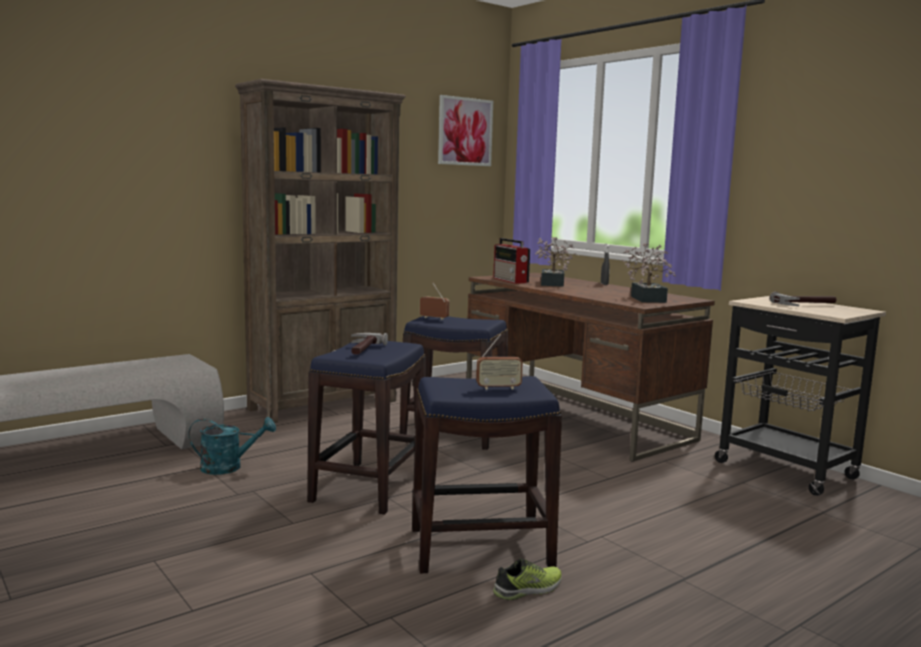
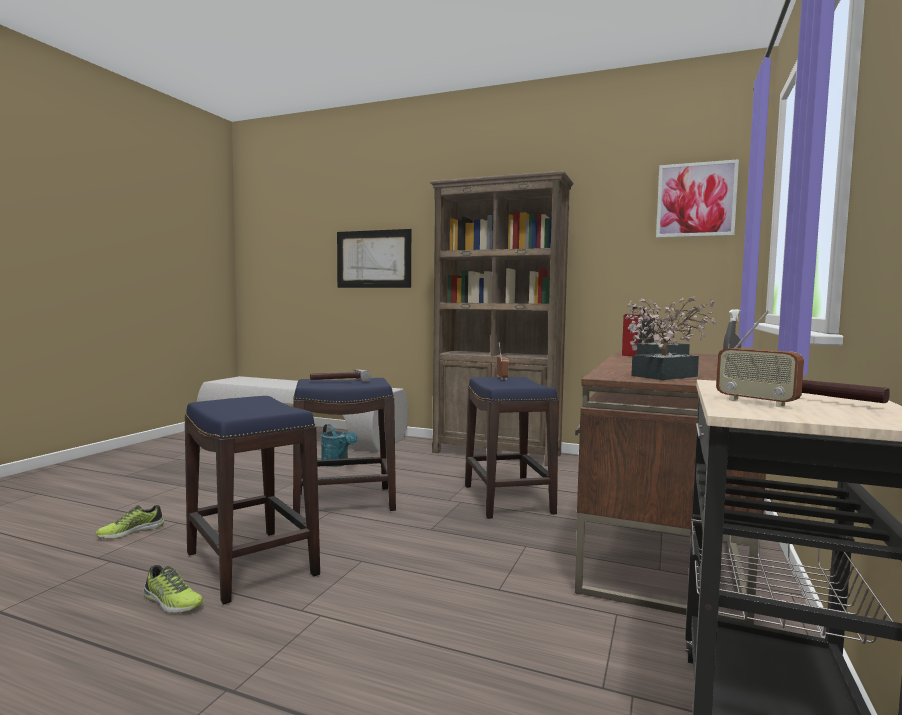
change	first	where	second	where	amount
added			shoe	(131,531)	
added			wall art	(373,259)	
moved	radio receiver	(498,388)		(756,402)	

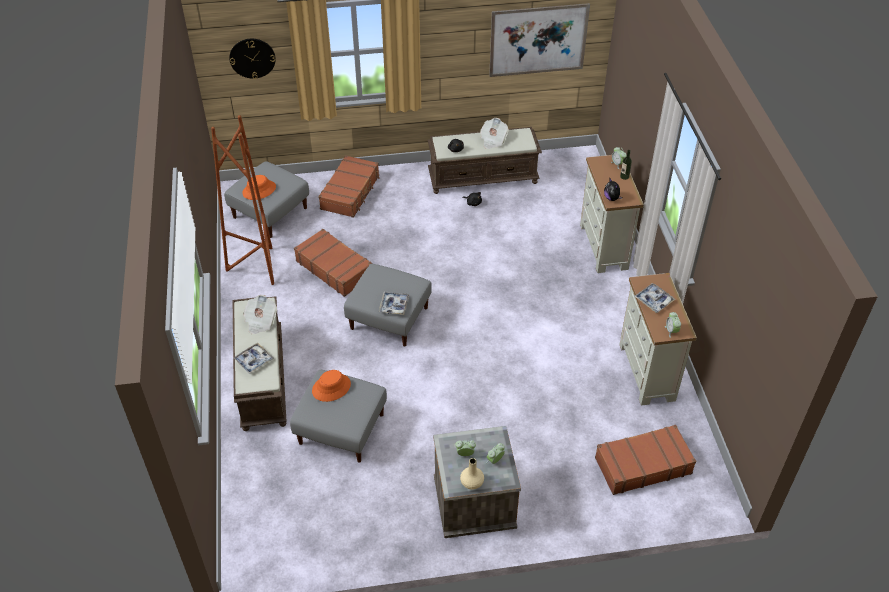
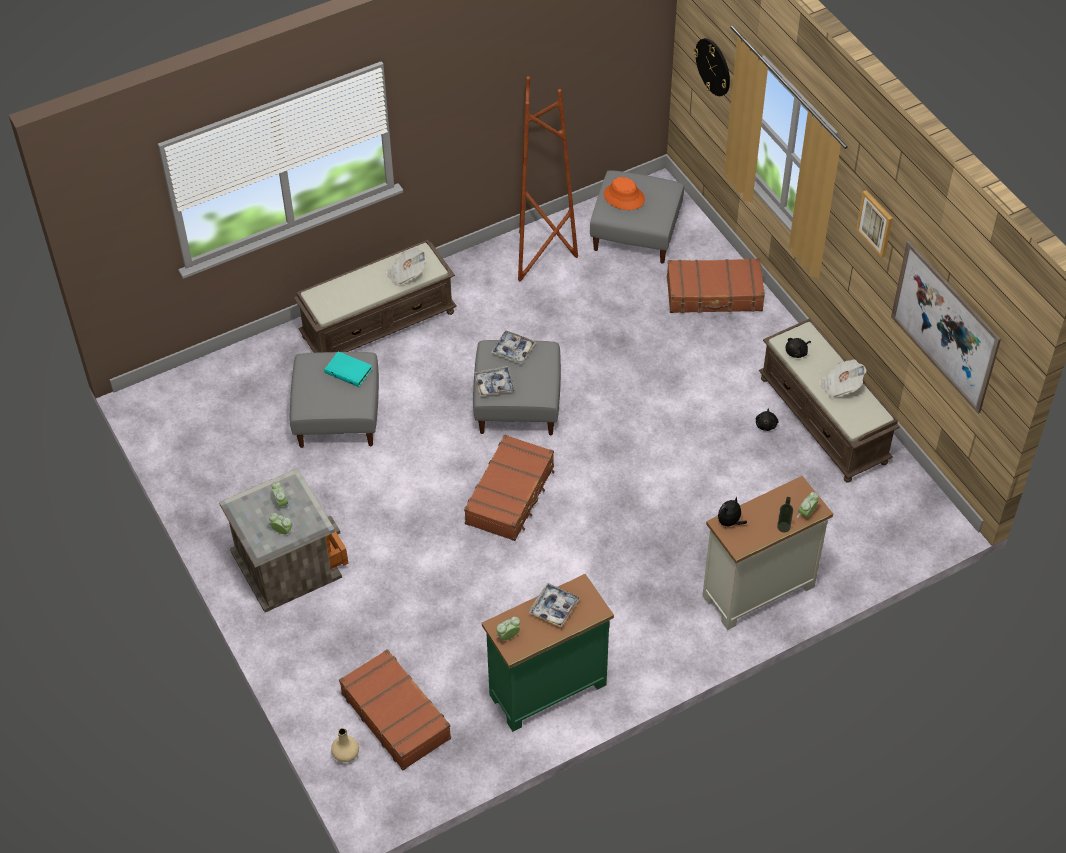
change	first	where	second	where	amount
replaced	orange hat	(331,387)	blue-green book	(349,370)	
moved	beige-coloured flower vase	(471,483)		(345,753)	
moved	brownish piece of luggage	(334,268)		(511,495)	
recoloured	white-coloured chest of drawers	(646,372)	green chest of drawers	(547,689)	
moved	serving tray	(254,360)		(513,350)	
added			wall art	(875,223)	

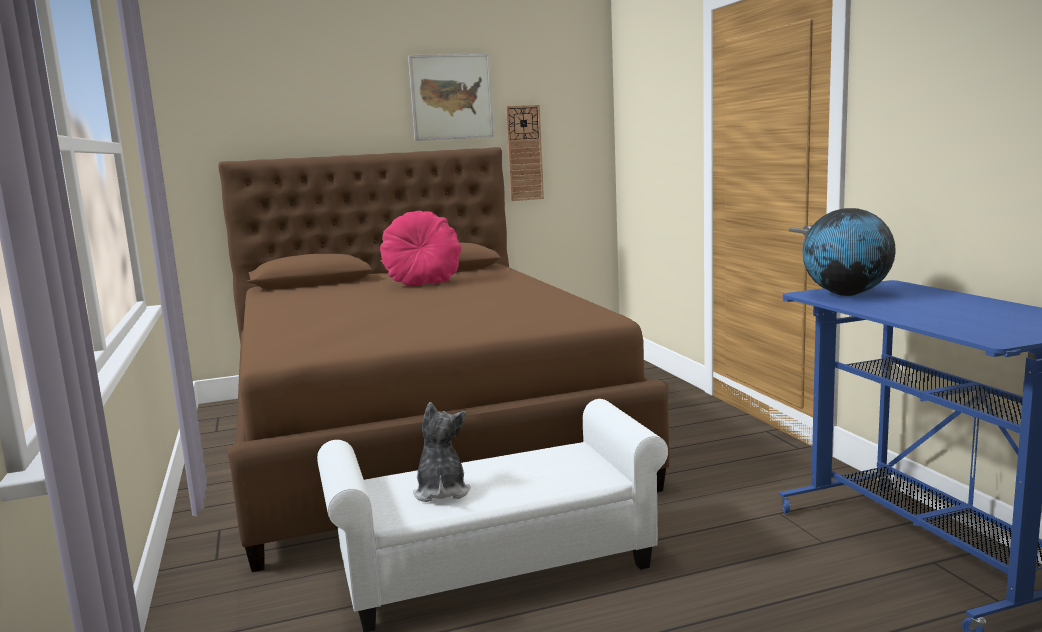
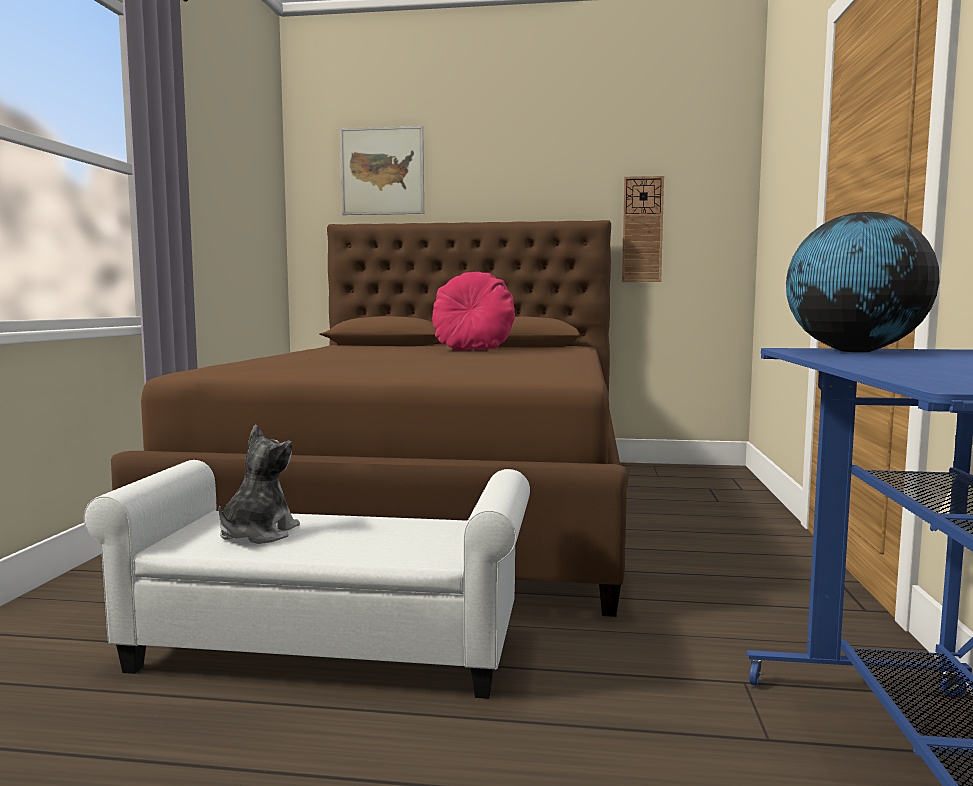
change	first	where	second	where	amount
moved	wall art	(451,97)		(382,171)	

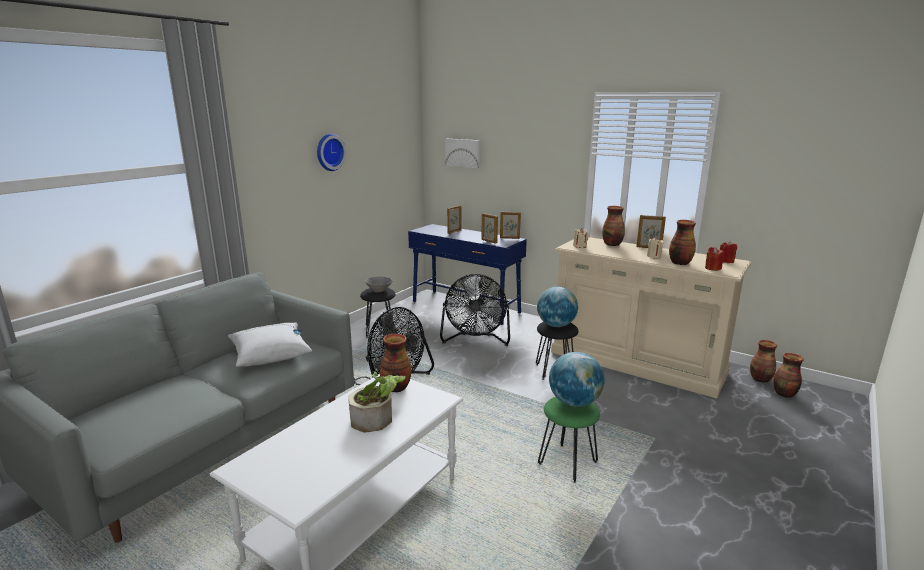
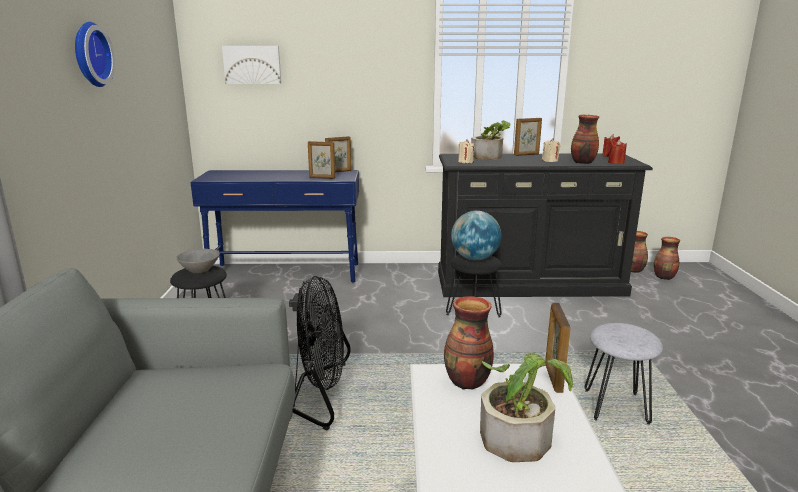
change	first	where	second	where	amount
recoloured	beige-coloured cupboard	(637,362)	black cupboard	(530,283)	
replaced	flower vase	(612,244)	plant in a pot	(490,156)	
moved	picture frame	(454,232)		(553,378)	
recoloured	green stool seat	(568,464)	gray stool seat	(616,407)	
removed	gray cushion	(270,355)			
removed	black cooling fan	(473,338)			
removed	globe	(574,402)			

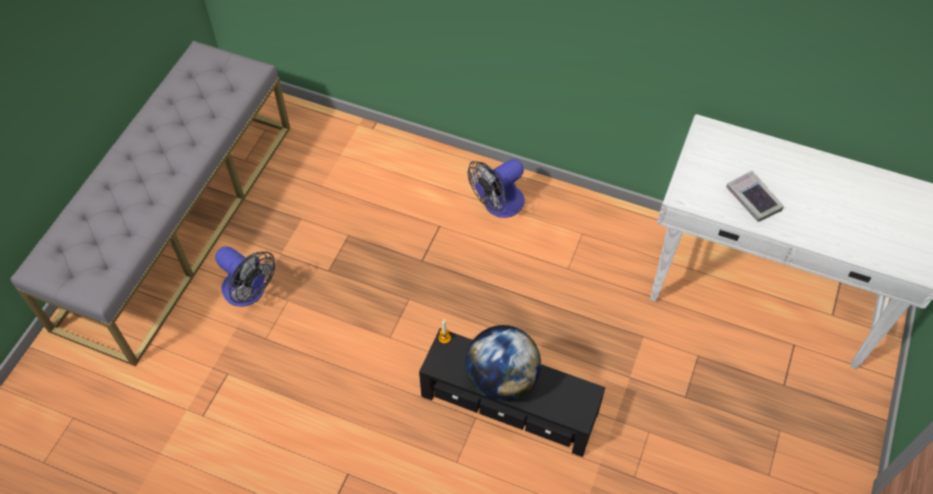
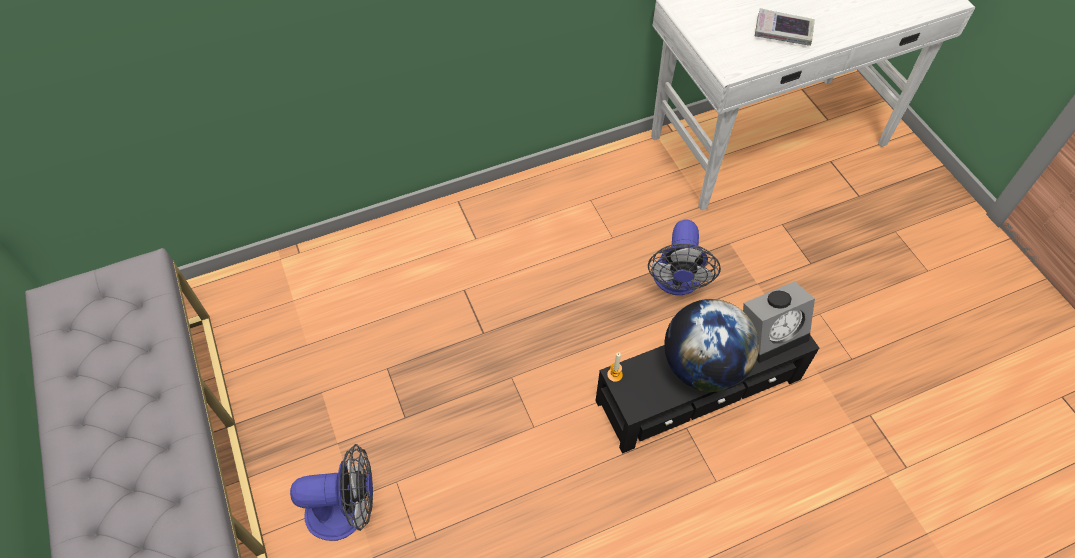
change	first	where	second	where	amount
moved	cooling fan	(497,205)		(676,282)	
added			alarm clock	(773,332)	

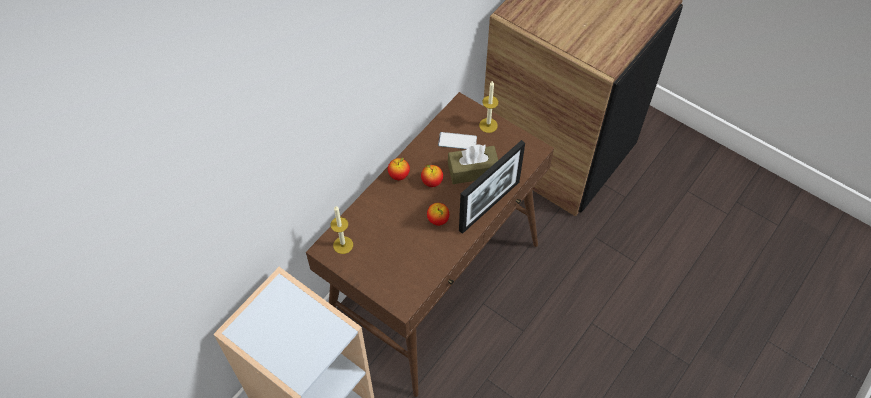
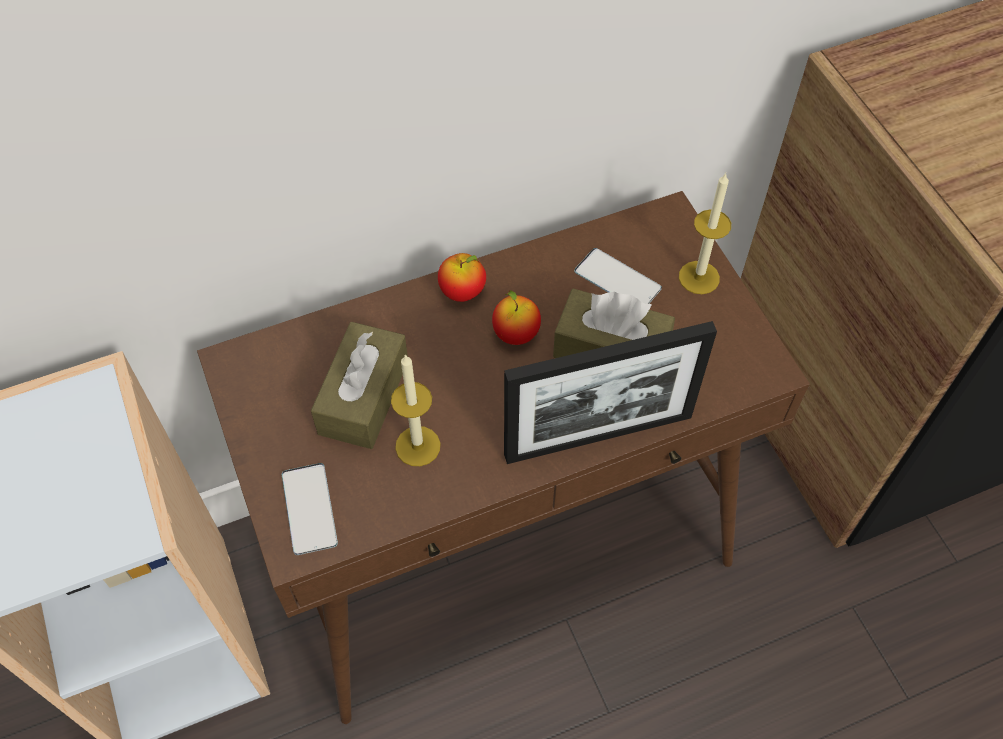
change	first	where	second	where	amount
added			telephone	(309,509)	
added			brownish tissue box	(363,397)	
moved	candle	(343,245)		(418,446)	
removed	whole apple	(438,220)			

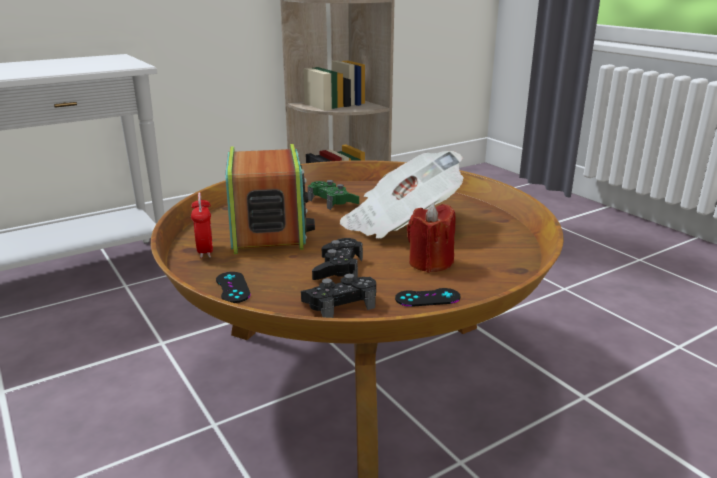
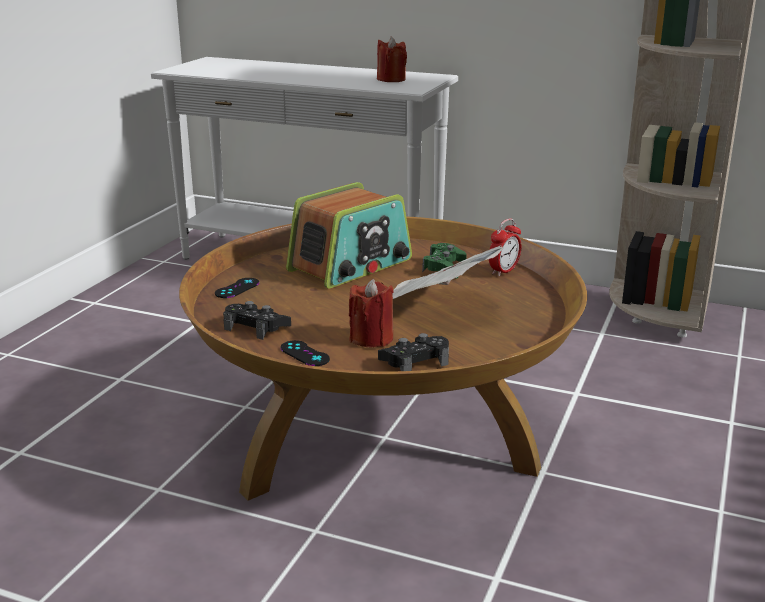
change	first	where	second	where	amount
added			red candle	(391,79)	
moved	black game controller	(338,268)		(415,361)	
moved	alarm clock	(205,251)		(503,271)	

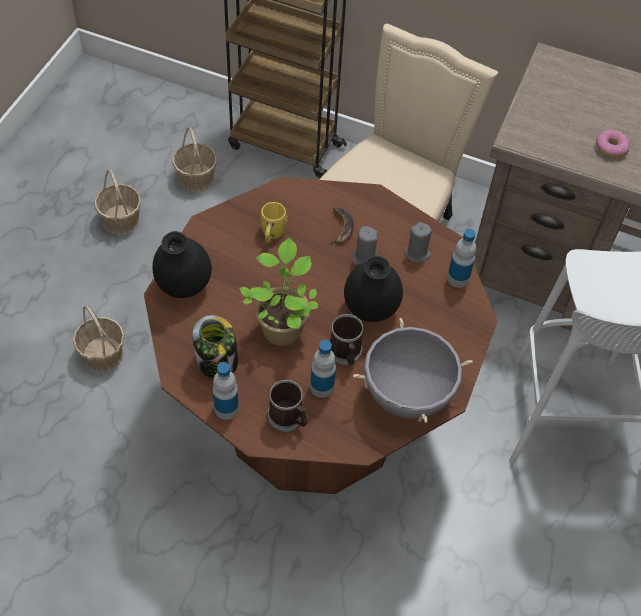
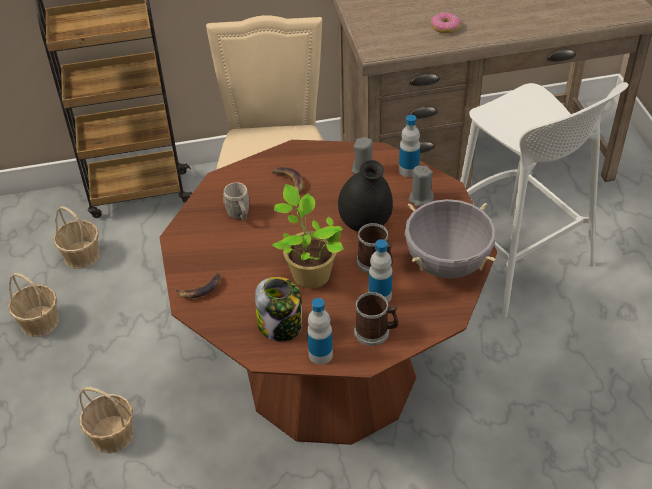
change	first	where	second	where	amount
replaced	black flower vase	(183,286)	banana fruit	(200,289)	
recoloured	yellow-coloured mug	(272,235)	gray mug	(239,215)	
moved	gray candle	(364,258)		(420,198)	

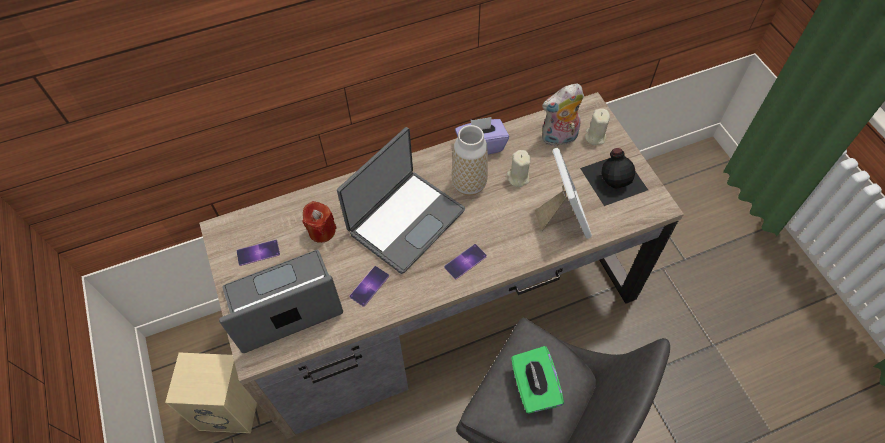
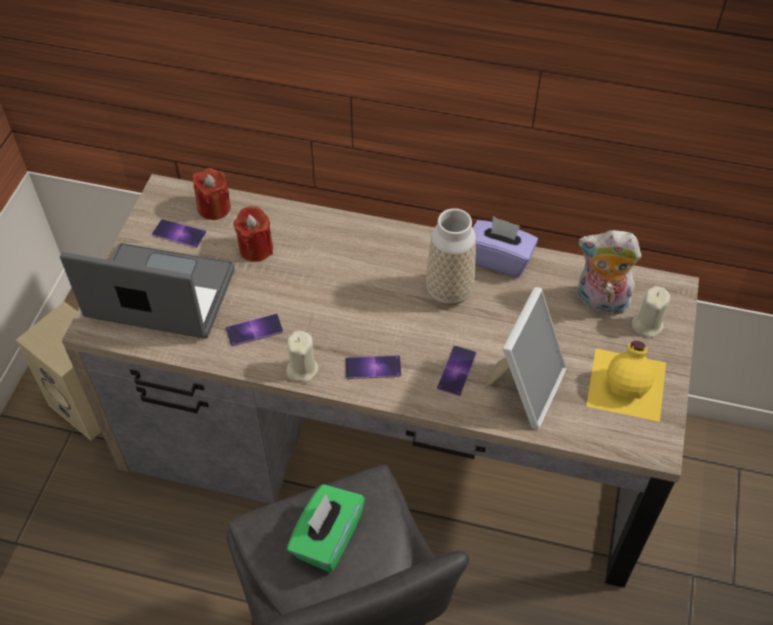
change	first	where	second	where	amount
added			red candle	(214,208)	
moved	beige-coloured candle	(518,178)		(302,369)	
added			telephone	(456,371)	
recoloured	black drink bottle	(614,178)	yellow-coloured drink bottle	(628,383)	
removed	notebook computer	(405,220)			

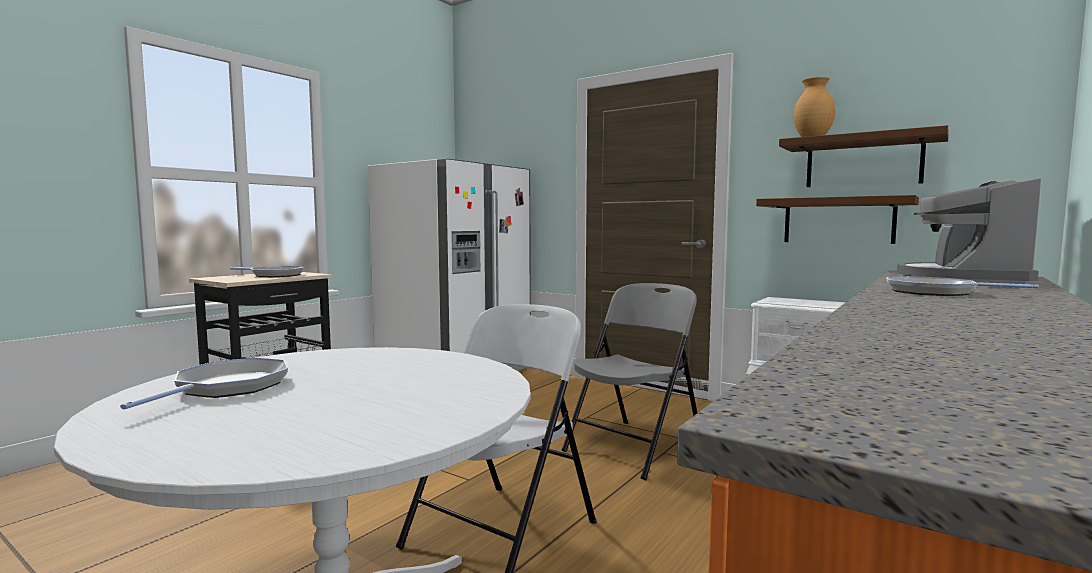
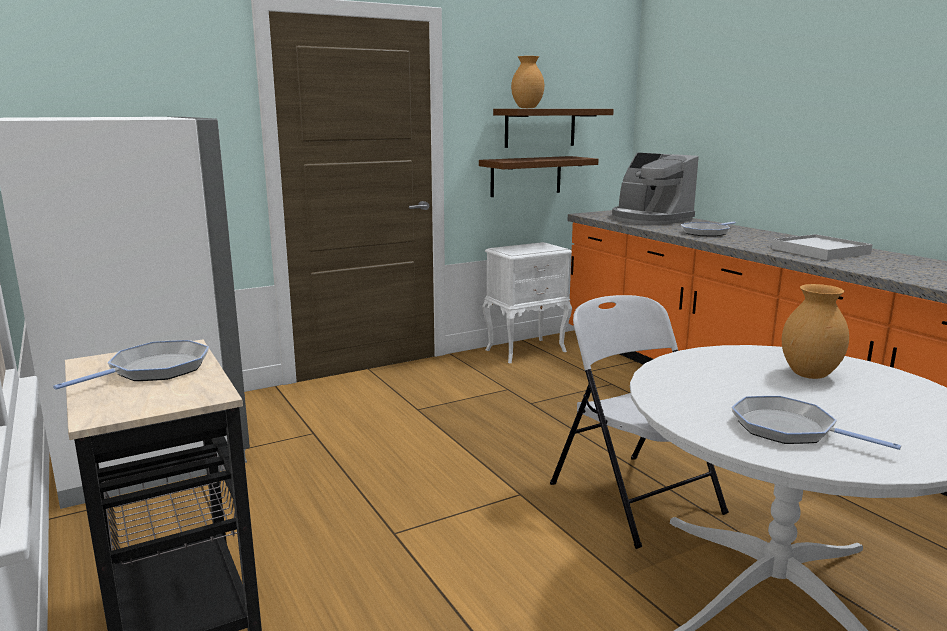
change	first	where	second	where	amount
added			white-coloured serving tray	(820,251)	
added			brownish flower vase	(810,375)	
removed	gray chair	(634,448)			

